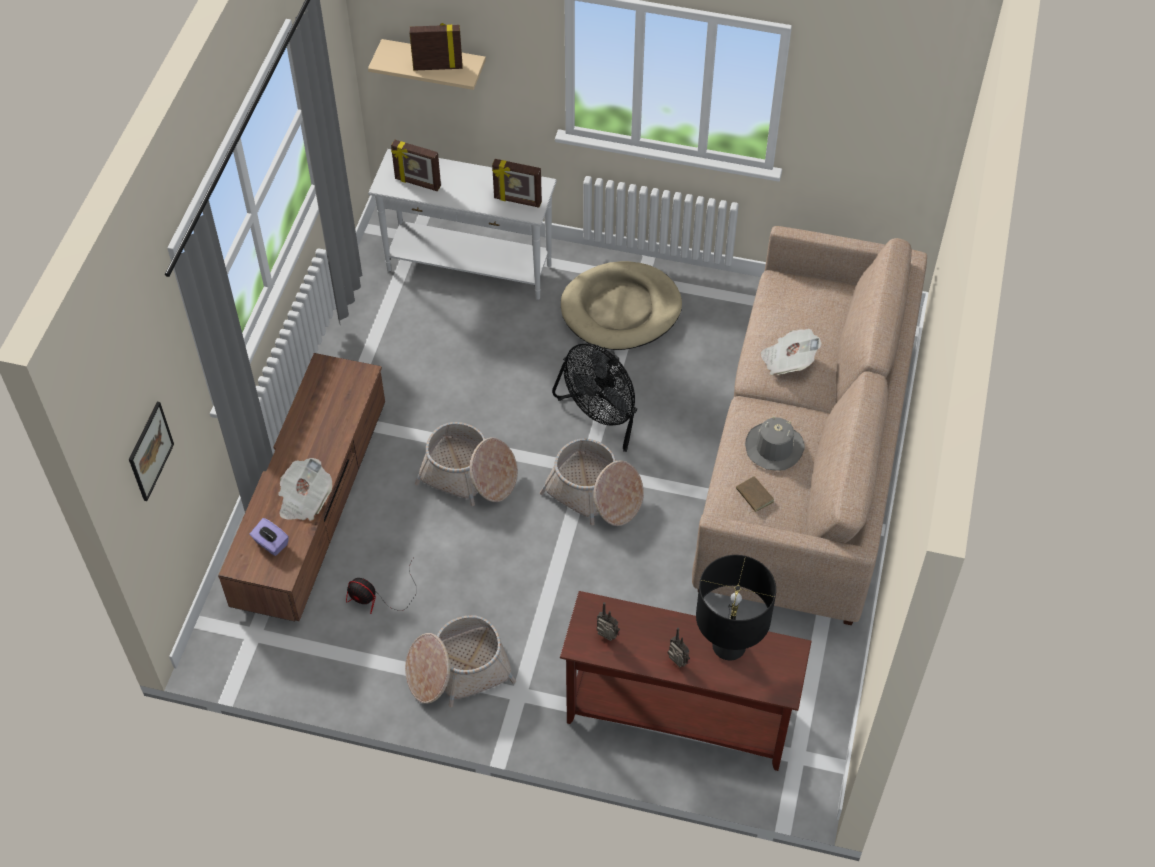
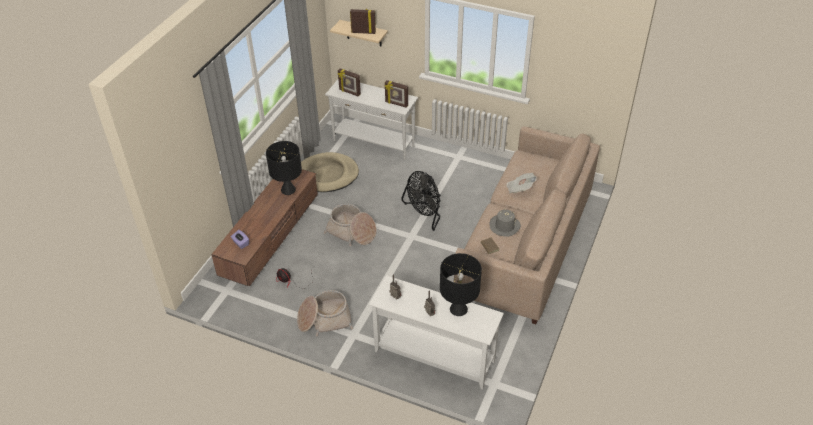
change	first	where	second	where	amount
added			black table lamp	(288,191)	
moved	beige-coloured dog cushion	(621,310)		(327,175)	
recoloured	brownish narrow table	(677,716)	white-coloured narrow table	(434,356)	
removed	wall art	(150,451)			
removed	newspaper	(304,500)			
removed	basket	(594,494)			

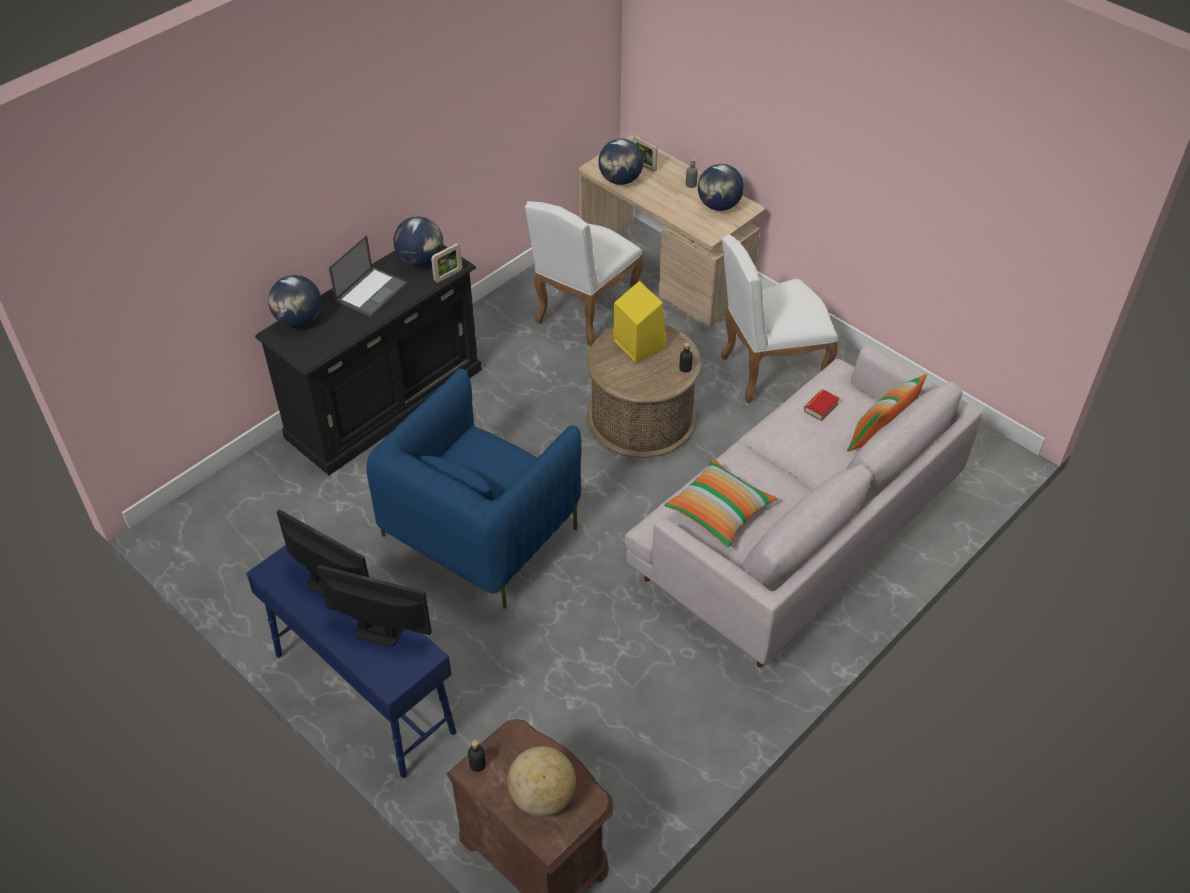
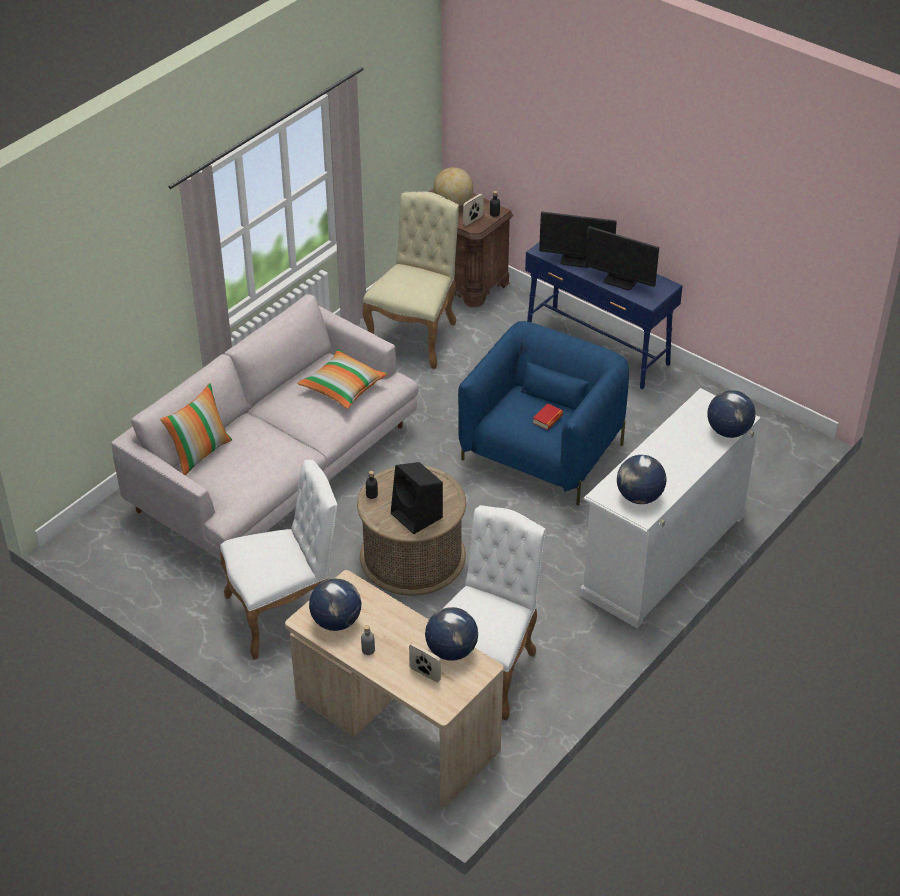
change	first	where	second	where	amount
added			beige-coloured chair	(415,336)	
recoloured	yellow-coloured speaker	(638,343)	black speaker	(418,516)	
moved	picture frame	(448,275)		(473,220)	
moved	book	(821,407)		(547,419)	
recoloured	black cupboard	(385,402)	white-coloured cupboard	(663,555)	
removed	notebook computer	(371,291)			

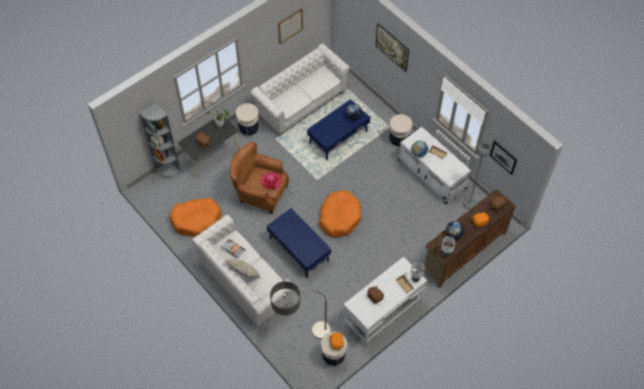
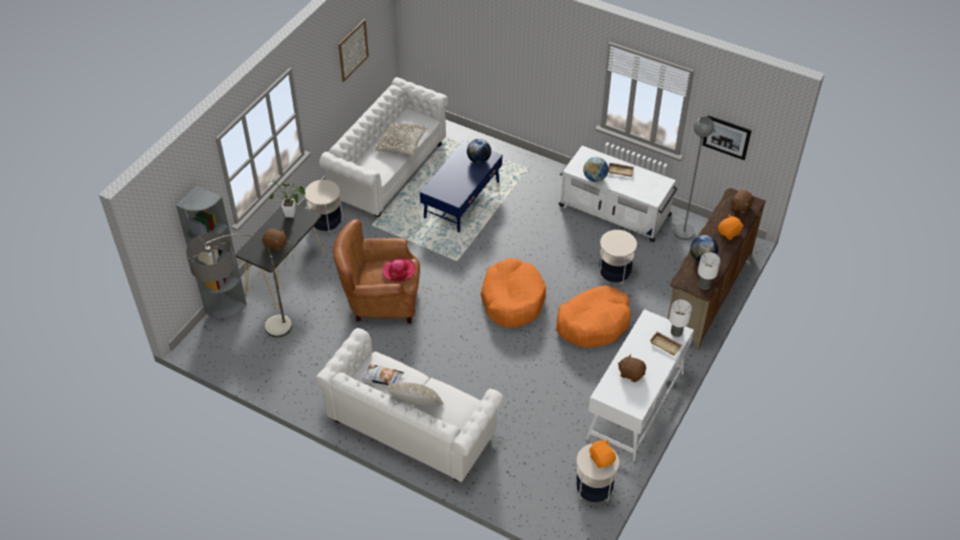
change	first	where	second	where	amount
moved	standing lamp	(299,335)		(248,341)	
added			beige-coloured cushion	(401,144)	
moved	orange dog cushion	(196,220)		(593,323)	
moved	beige-coloured side table	(399,140)		(614,273)	
removed	blue low table	(298,249)			
removed	wall art	(391,53)			

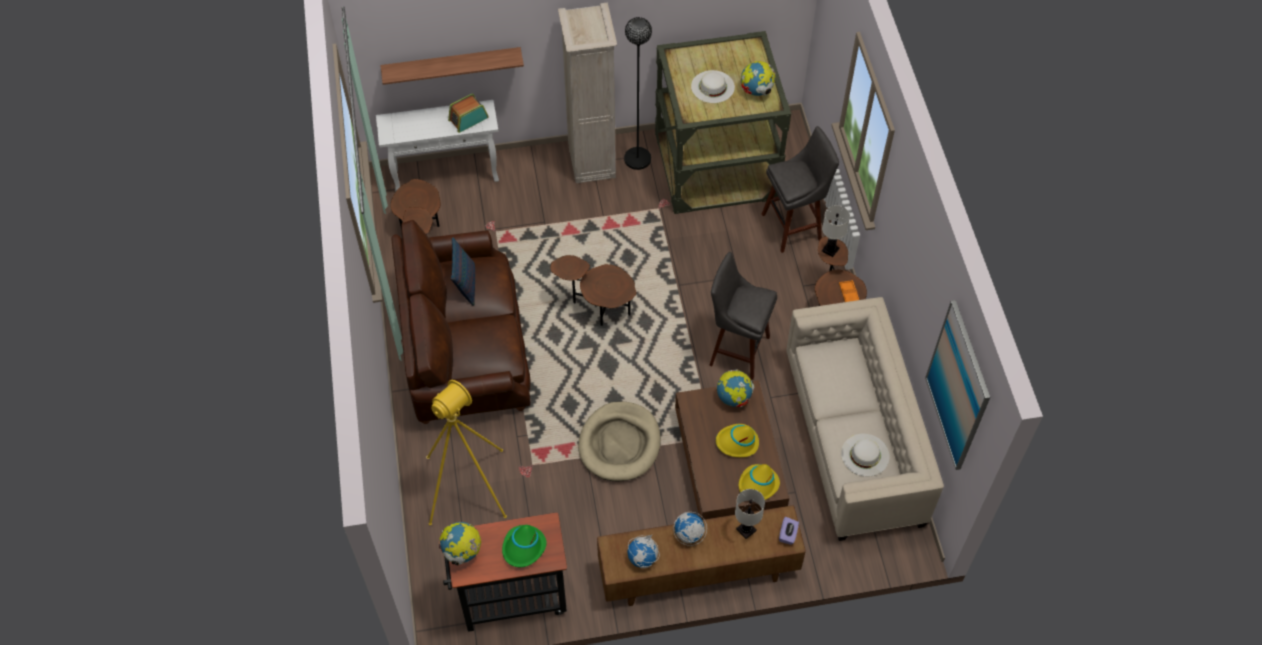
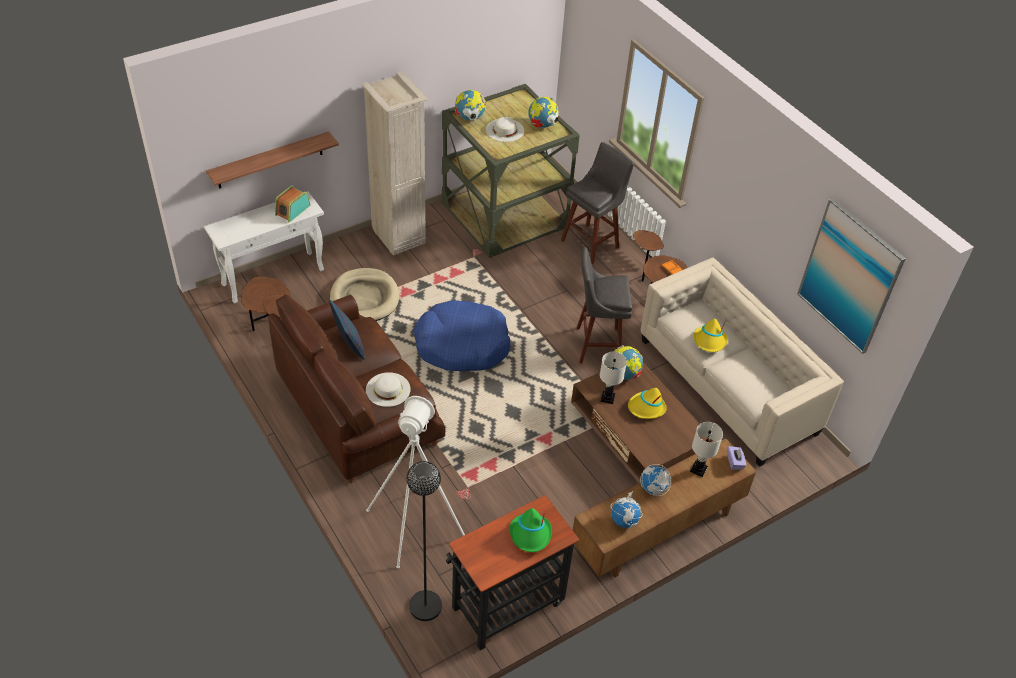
change	first	where	second	where	amount
moved	beige-coloured dog cushion	(619,444)		(364,298)	
moved	white-coloured hat	(865,455)		(388,389)	
recoloured	yellow-coloured standing lamp	(466,486)	white-coloured standing lamp	(416,524)	
moved	black standing lamp	(637,159)		(425,606)	
replaced	brownish side table	(598,308)	blue dog cushion	(462,345)	
moved	globe	(462,551)		(470,118)	
moved	white-coloured table lamp	(830,250)		(608,398)	
moved	yellow-coloured hat	(758,485)		(709,341)	

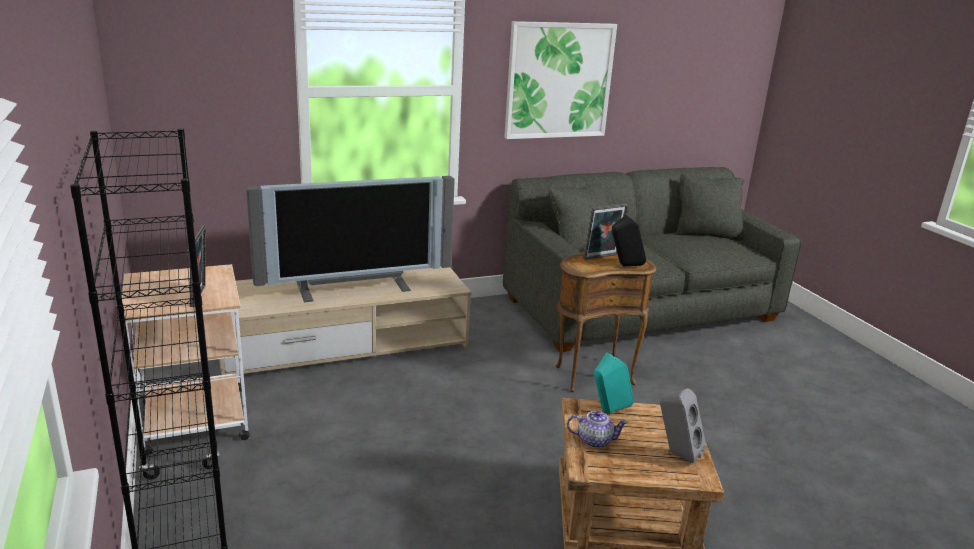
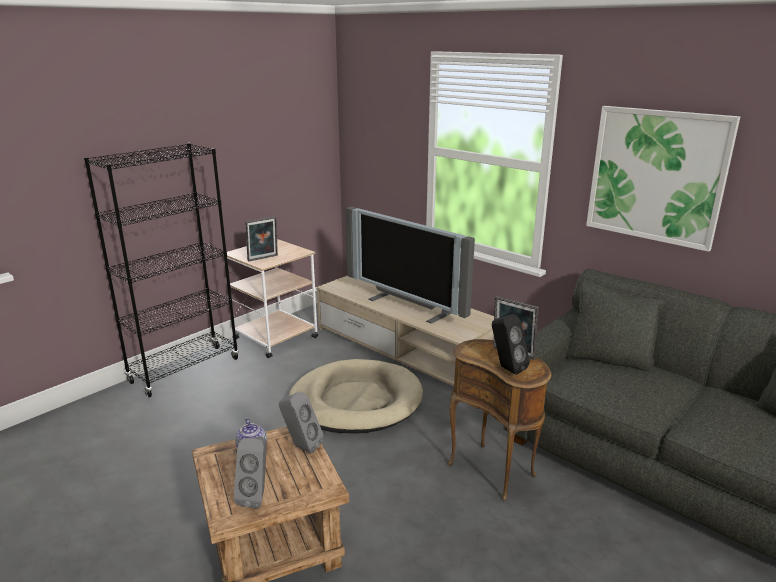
change	first	where	second	where	amount
recoloured	blue-green speaker	(607,412)	gray speaker	(301,447)	
added			beige-coloured dog cushion	(356,401)	

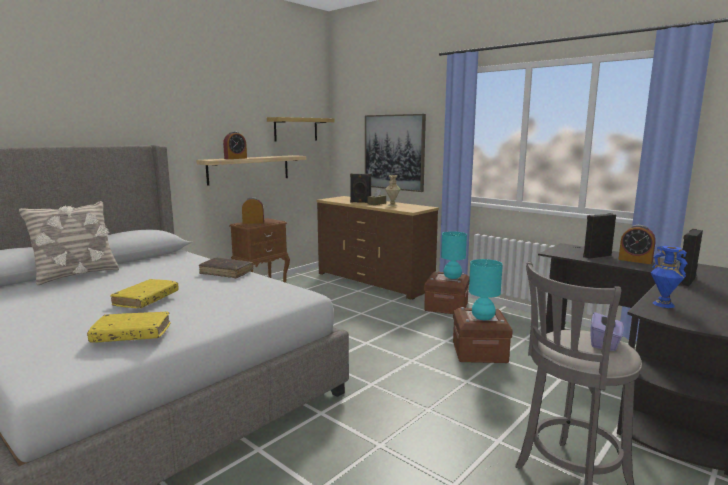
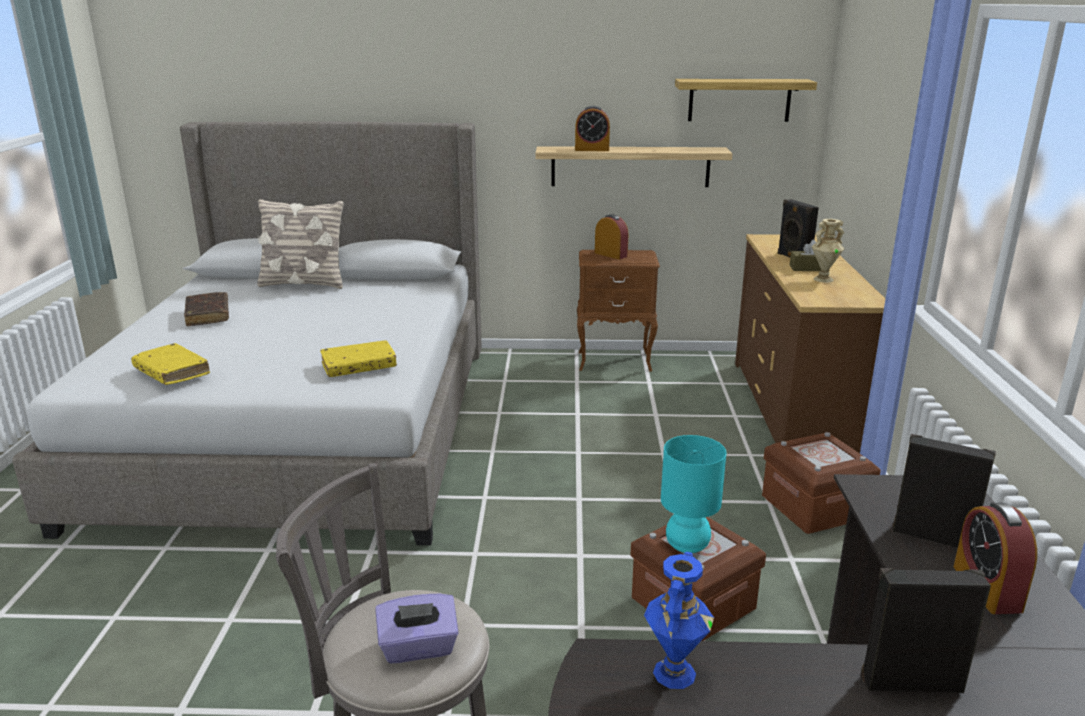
change	first	where	second	where	amount
moved	brownish book	(226,272)		(208,315)	
moved	yellow-coloured book	(146,299)		(359,366)	
removed	wall art	(394,152)			
removed	blue-green table lamp	(452,277)			

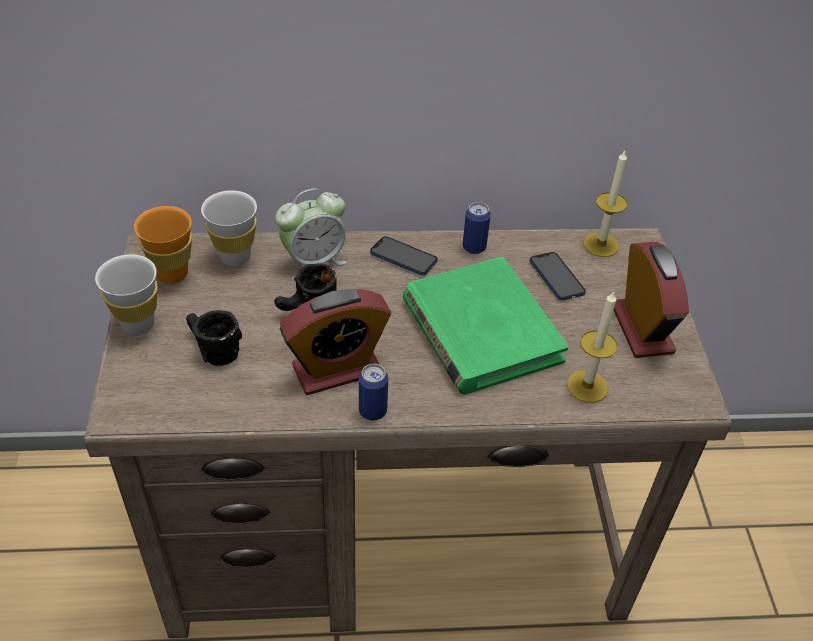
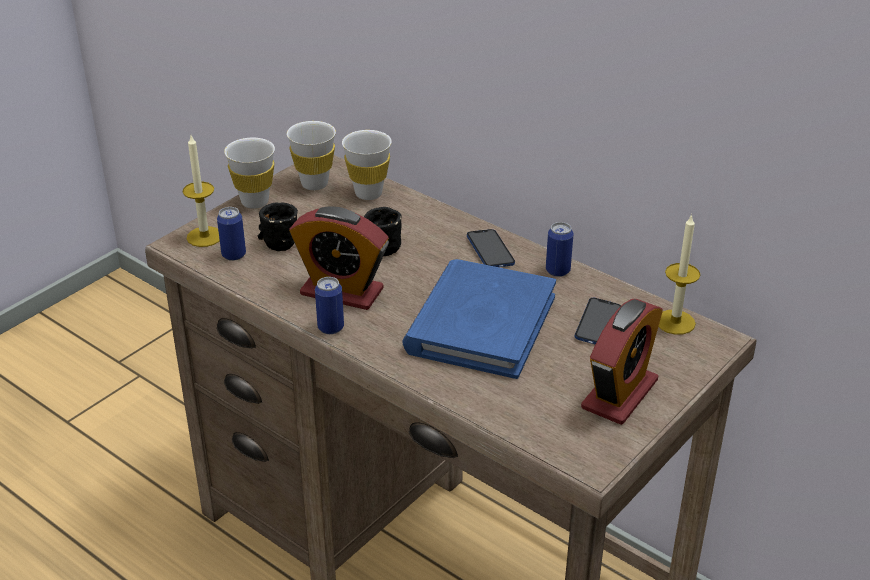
change	first	where	second	where	amount
moved	candle	(587,386)		(204,236)	
added			metal can	(234,255)	
recoloured	orange drinking cup	(172,274)	white-coloured drinking cup	(314,184)	
recoloured	green book	(480,330)	blue book	(480,324)	
removed	alarm clock	(313,261)			

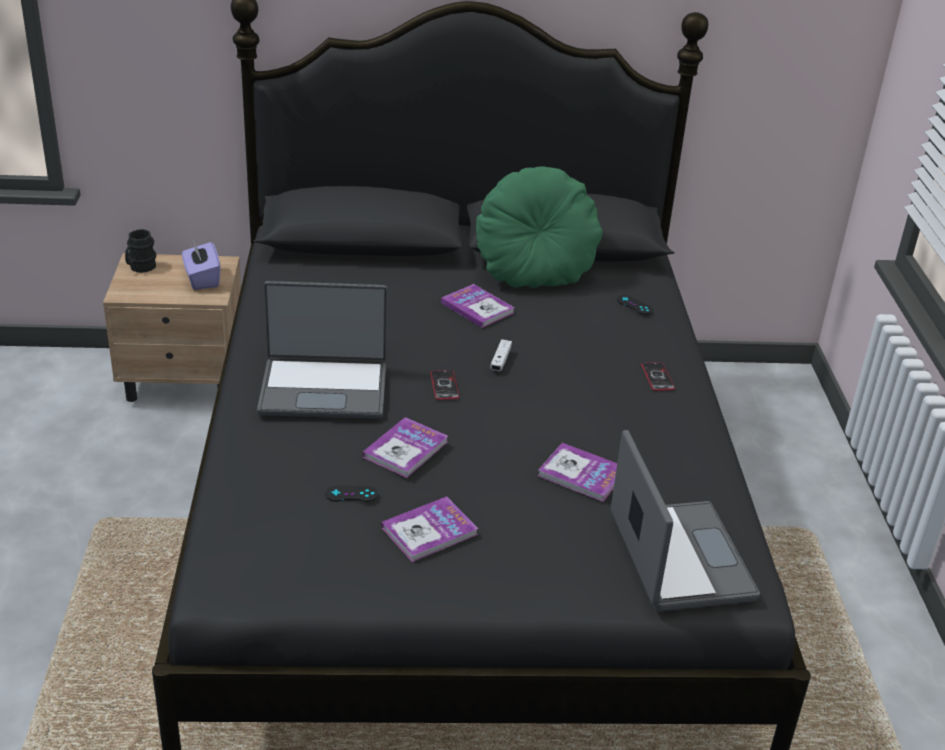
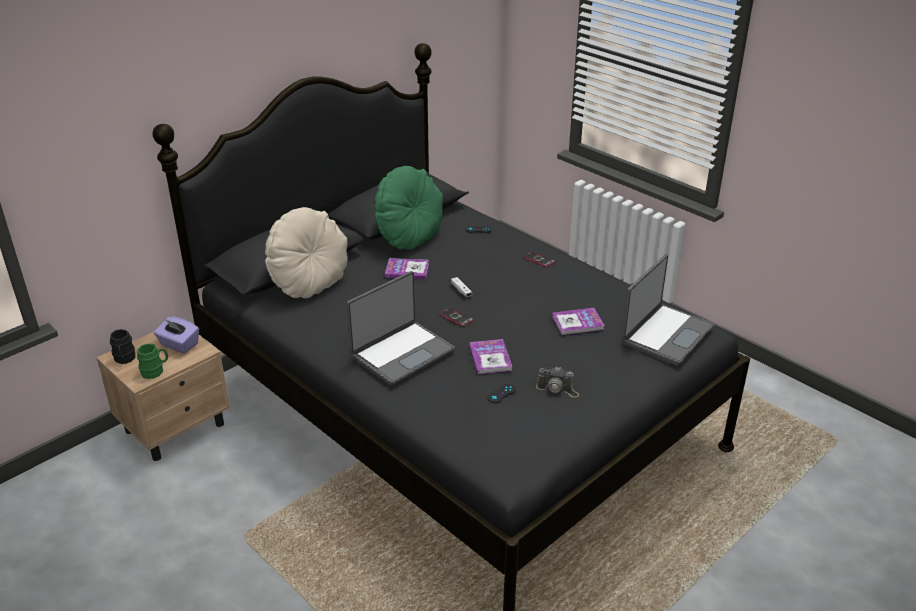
change	first	where	second	where	amount
added			green mug	(155,371)	
added			beige-coloured cushion	(310,287)	
replaced	book	(429,531)	photo camera	(558,388)	
turned	notebook computer	(677,557)		(665,335)	90 degrees clockwise

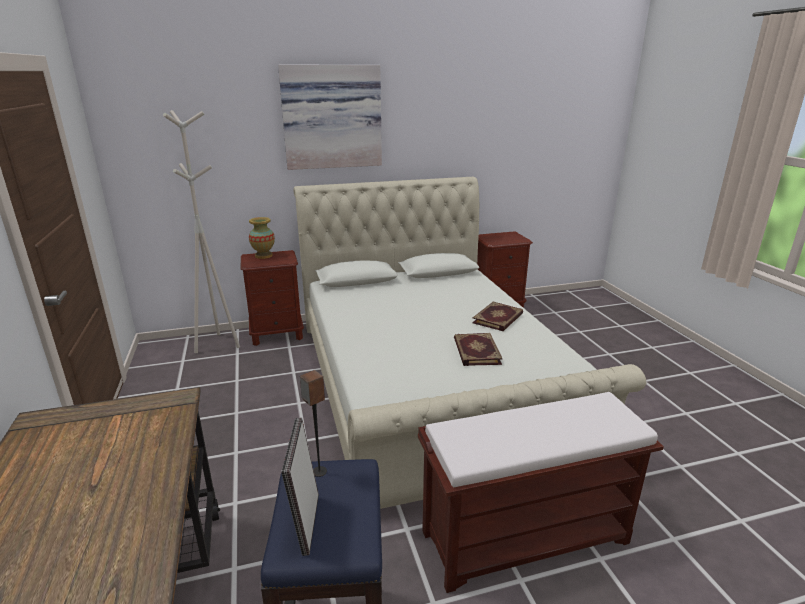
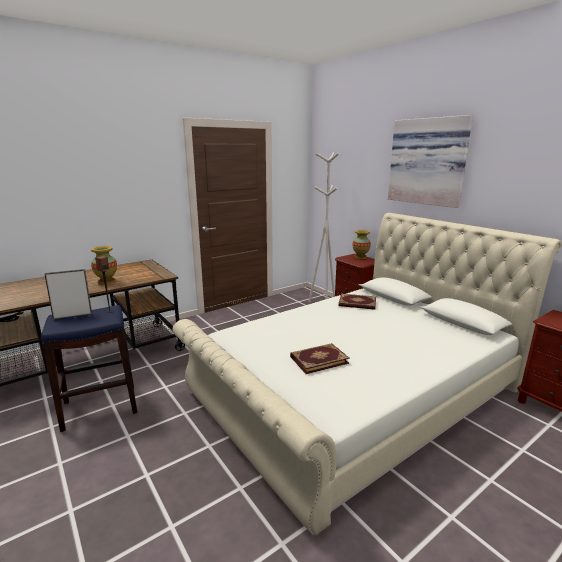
change	first	where	second	where	amount
added			flower vase	(107,282)	
moved	book	(498,318)		(357,303)	
removed	brownish long seat	(526,536)			

